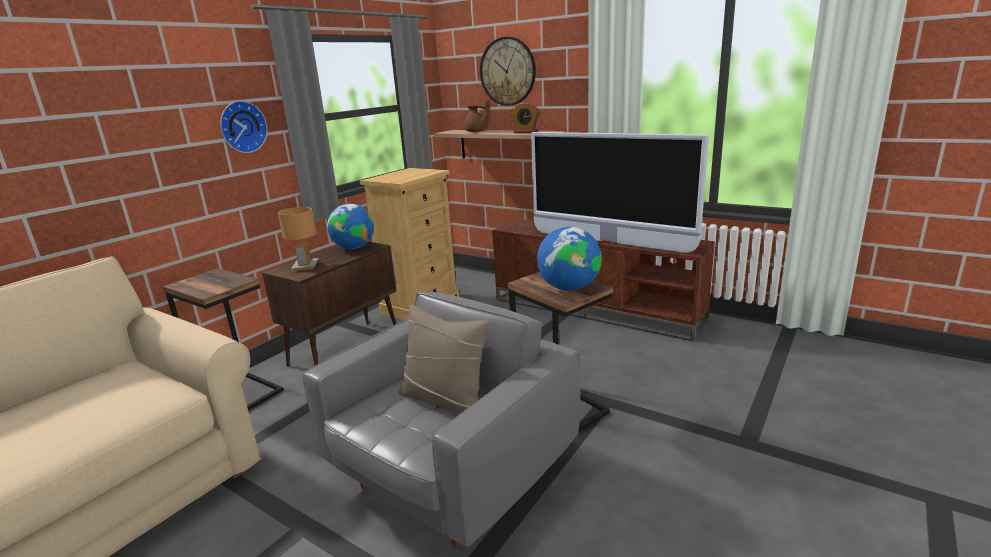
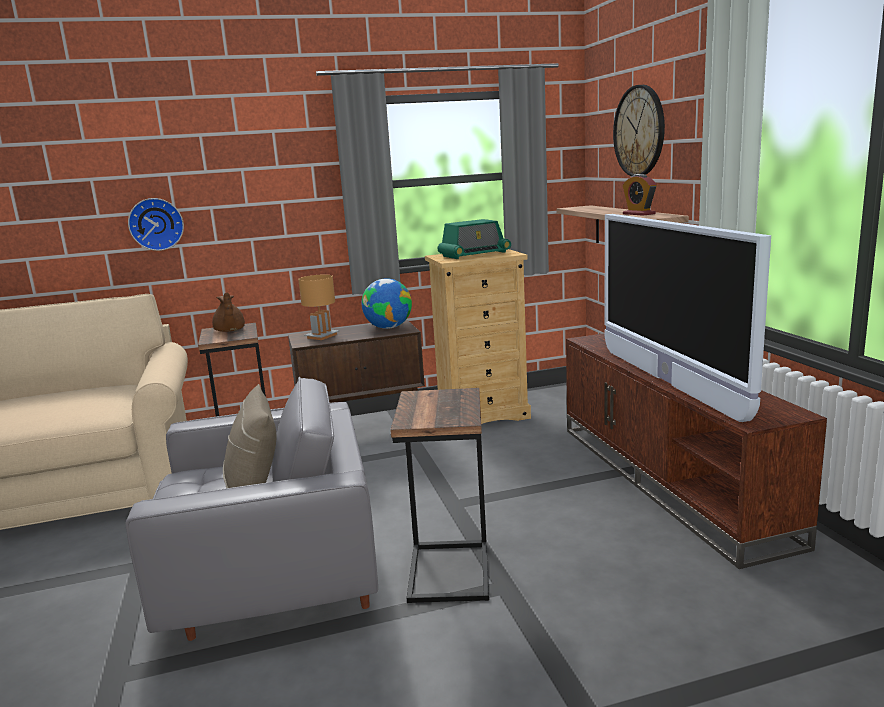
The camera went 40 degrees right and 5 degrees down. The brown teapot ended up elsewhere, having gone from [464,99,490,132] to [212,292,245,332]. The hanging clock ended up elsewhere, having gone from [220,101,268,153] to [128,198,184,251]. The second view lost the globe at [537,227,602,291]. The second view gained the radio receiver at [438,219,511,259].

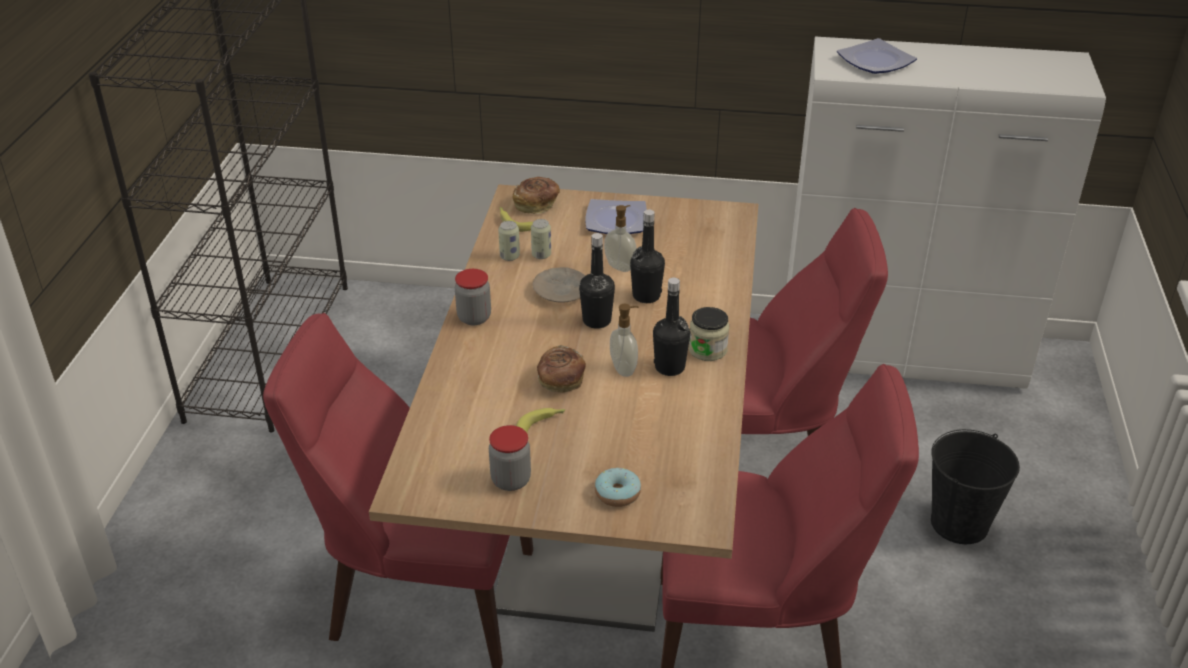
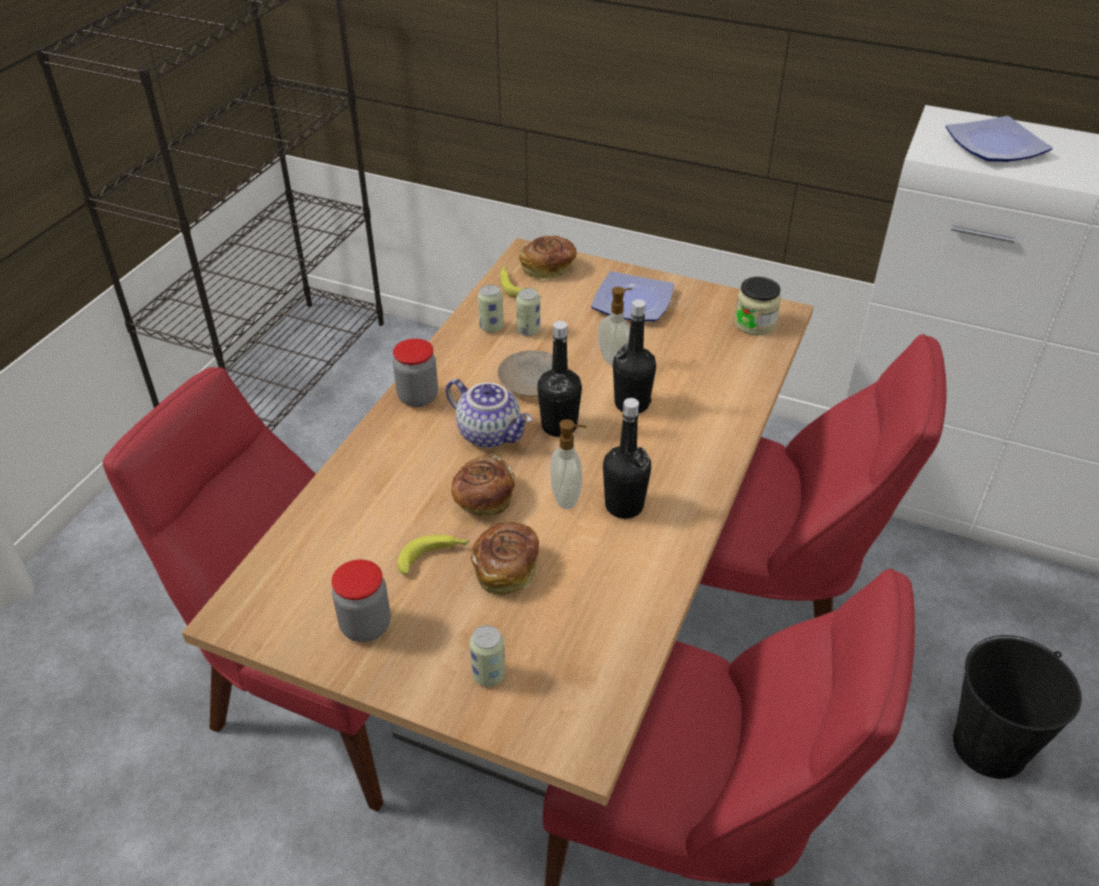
The camera went 15 degrees right and 5 degrees up. The preserve jar ended up elsewhere, having gone from [689,307,729,361] to [734,277,781,335]. Where the ring doughnut stood at [595,468,641,507], the sealed can came to stand at [470,625,505,687]. The second view gained the teapot at [446,379,532,448]. The second view gained the bakery bread at [471,522,539,595].

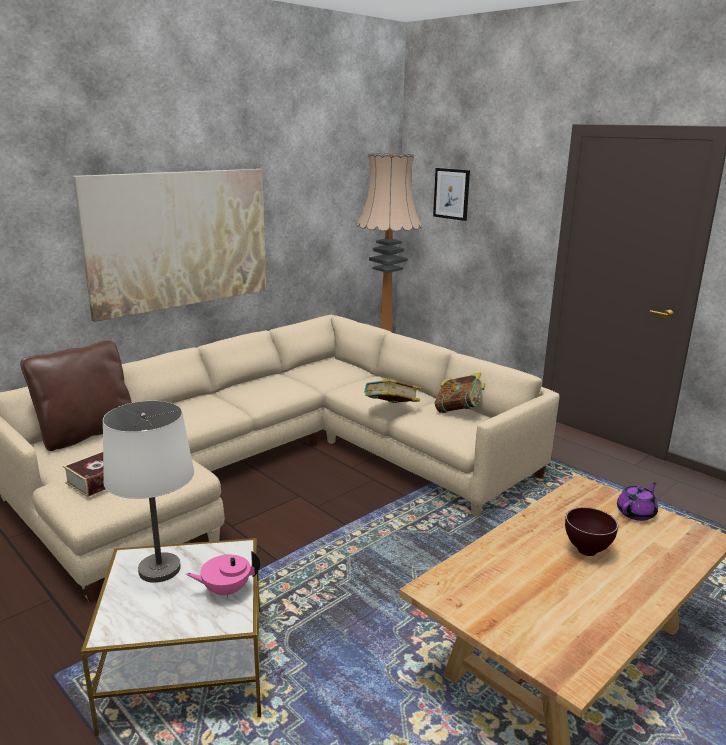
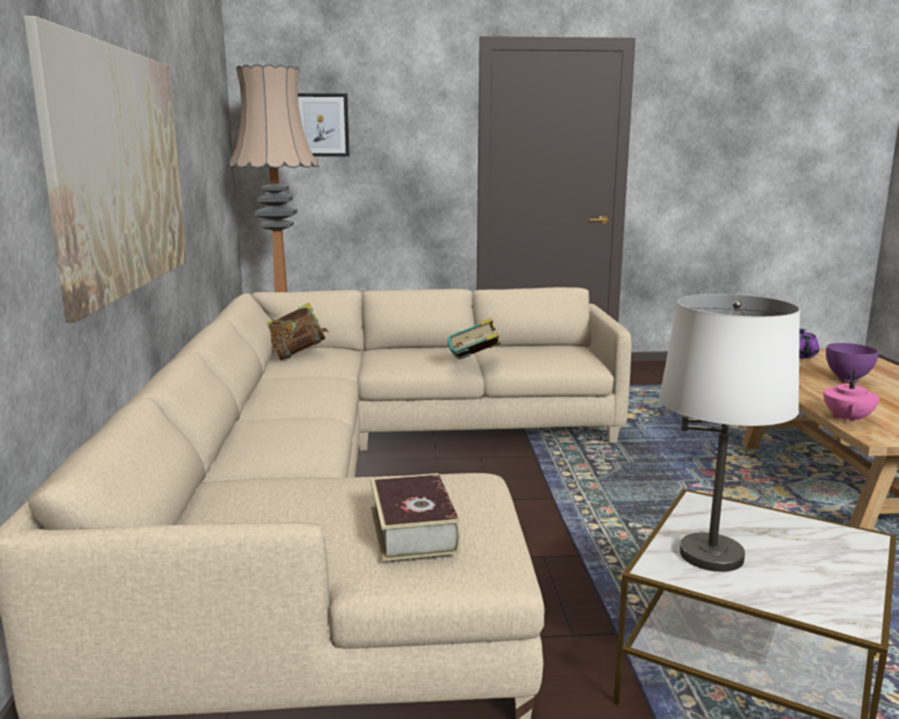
The camera went 50 degrees left and 5 degrees down. The second view lost the brown throw pillow at [20,341,132,451]. The bound book ended up elsewhere, having gone from [435,373,485,413] to [266,303,329,361]. What was the brown serving bowl at [565,507,618,556] turned into the purple-coloured serving bowl at [826,343,879,383]. The pink teapot ended up elsewhere, having gone from [186,551,260,598] to [823,371,880,423].

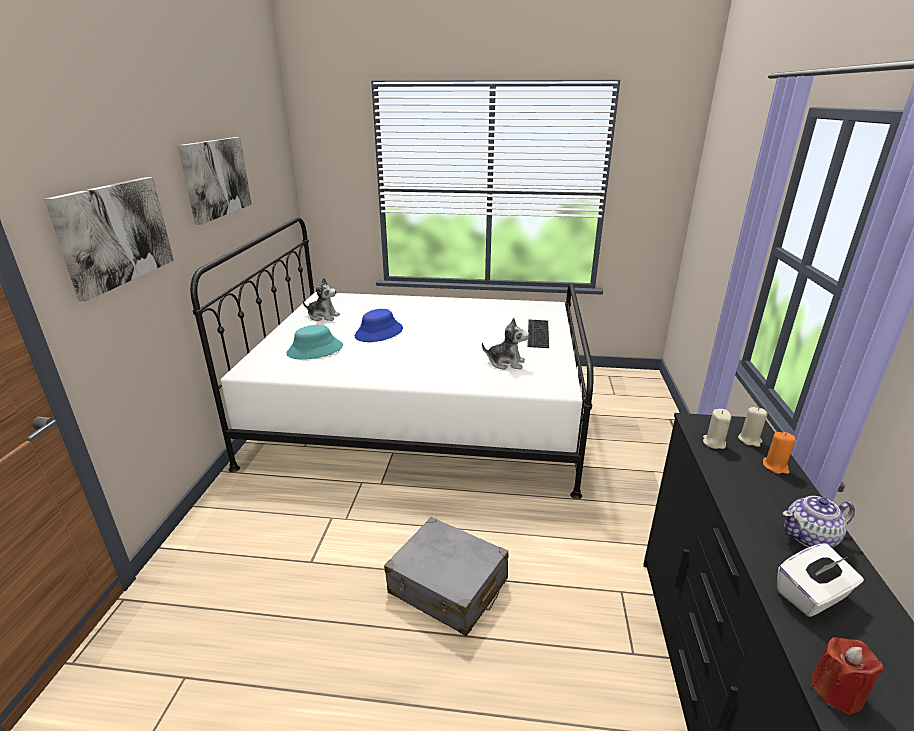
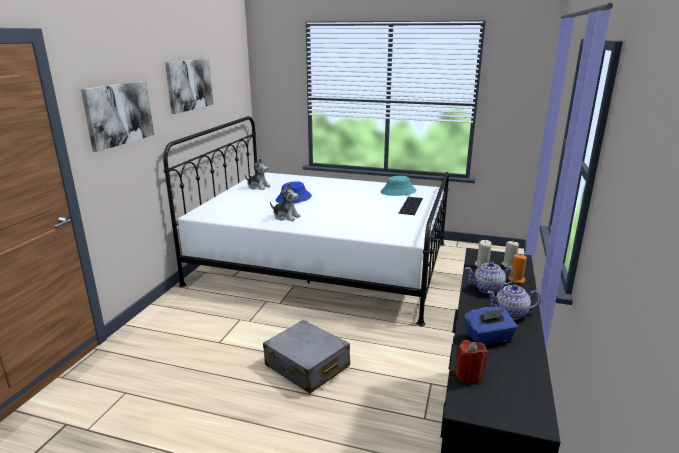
The camera went 10 degrees right and 5 degrees down. The plush toy ended up elsewhere, having gone from [482,318,529,370] to [270,184,300,221]. The turquoise clothing hat ended up elsewhere, having gone from [286,325,343,360] to [380,176,416,196]. What was the whitish tissue box at [777,543,864,617] turned into the blue tissue box at [464,307,518,345]. The second view gained the teapot at [465,262,516,294].

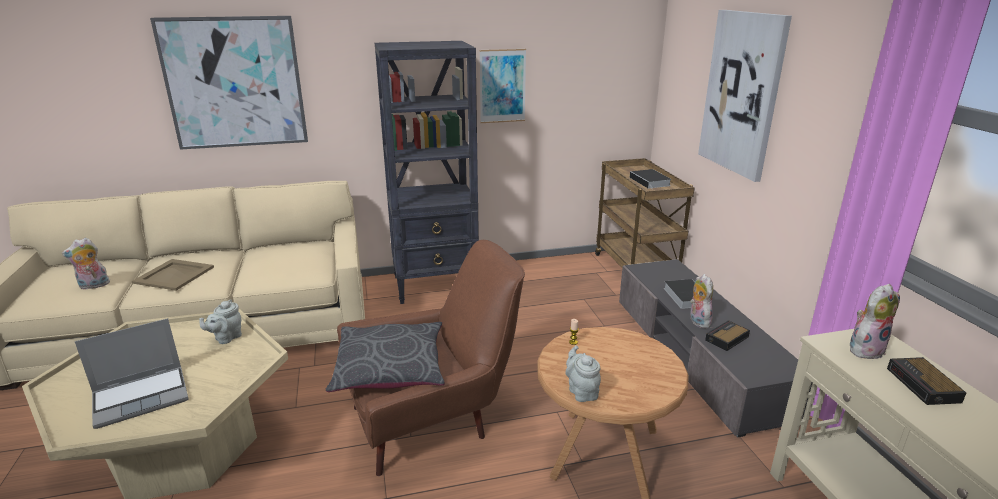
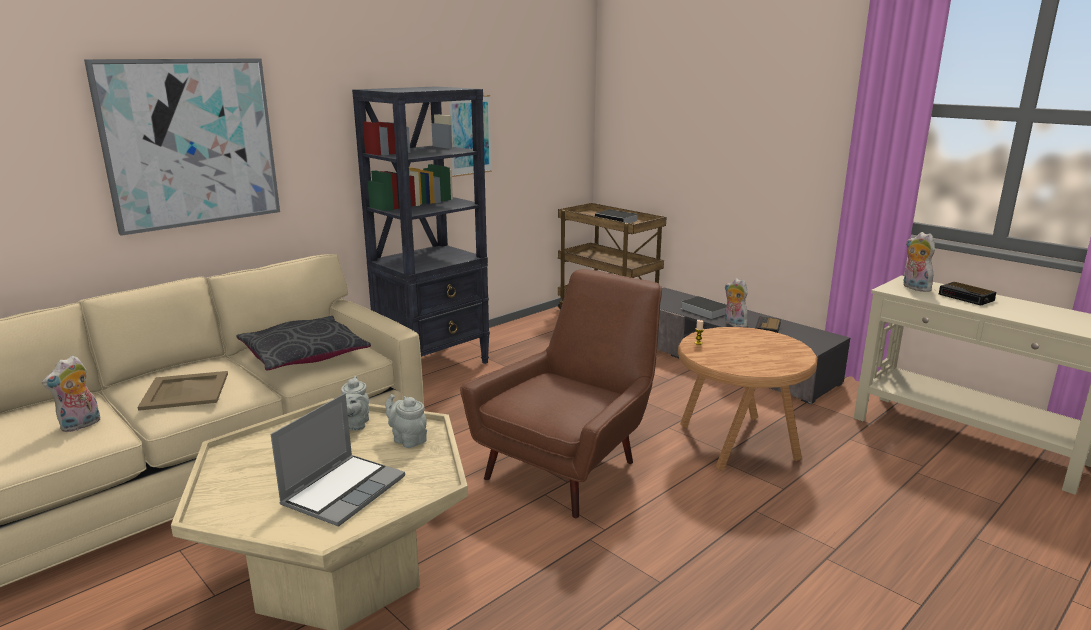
The camera went 30 degrees left and 5 degrees down. The second view lost the picture at [698,10,792,182]. The plush toy at [850,284,900,359] ended up facing another way, 60 degrees counterclockwise from before. The greyish throw pillow ended up elsewhere, having gone from [326,322,445,392] to [236,316,371,371]. The greyish teapot ended up elsewhere, having gone from [565,345,601,402] to [385,394,427,448].

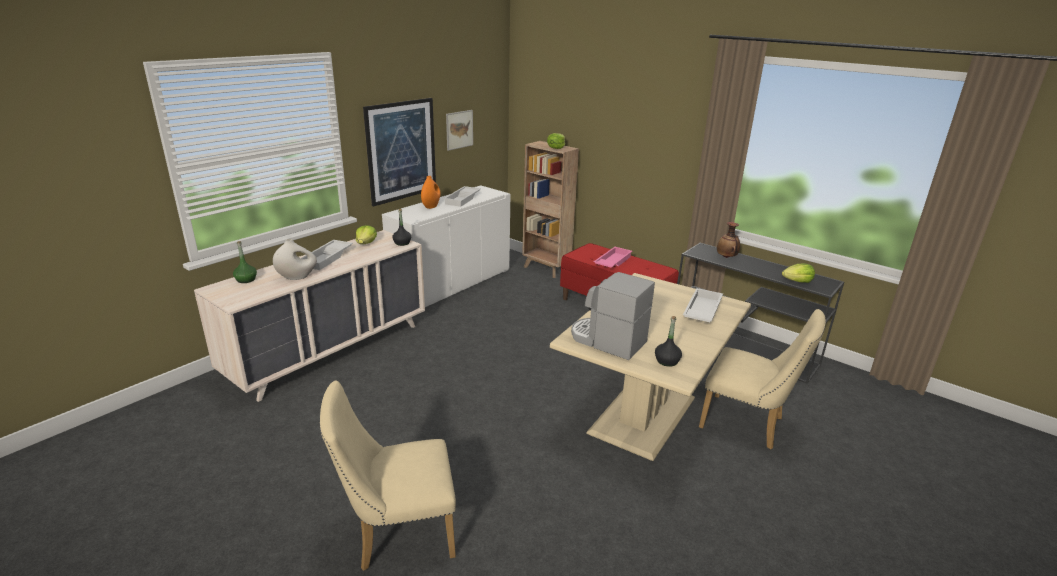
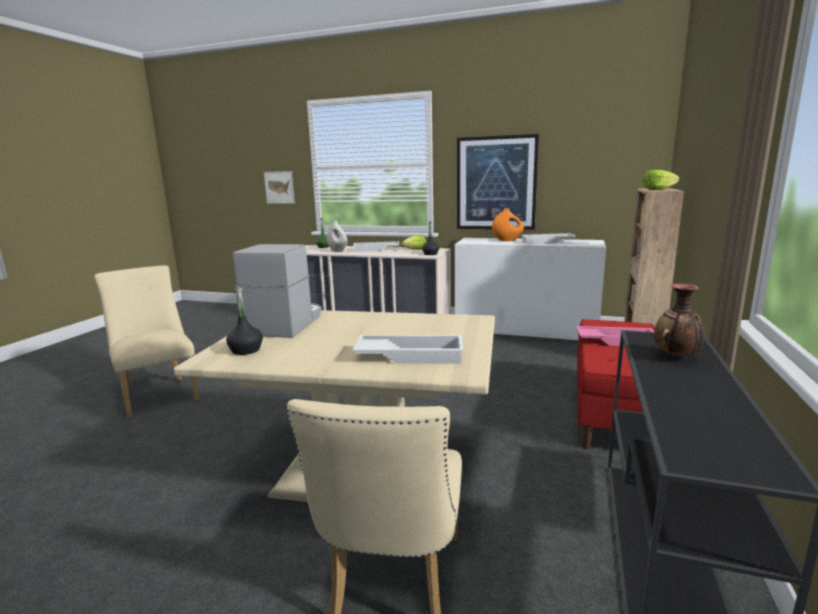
The camera went 70 degrees right and 10 degrees down. The picture ended up elsewhere, having gone from [446,110,473,151] to [264,171,295,204]. The second view lost the lettuce head at [782,263,815,283].

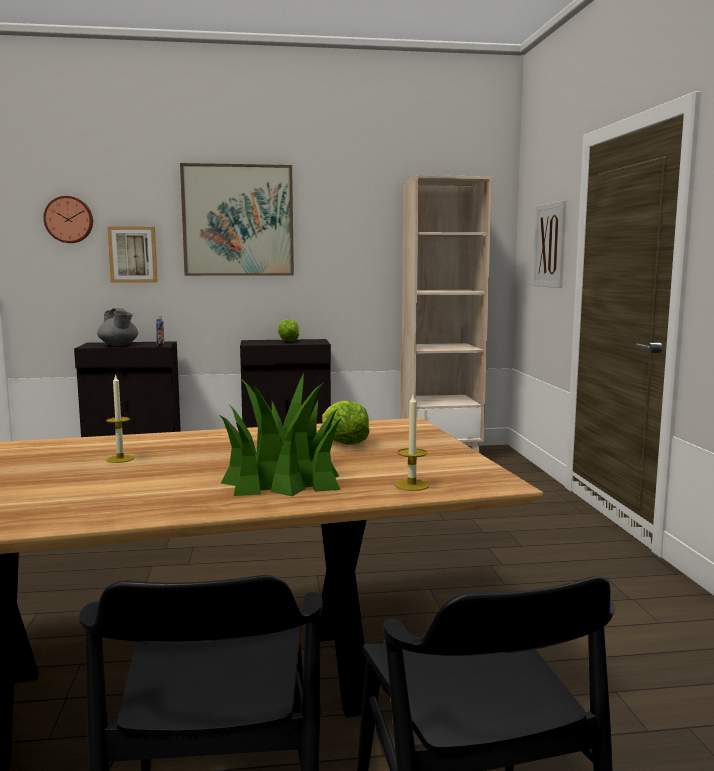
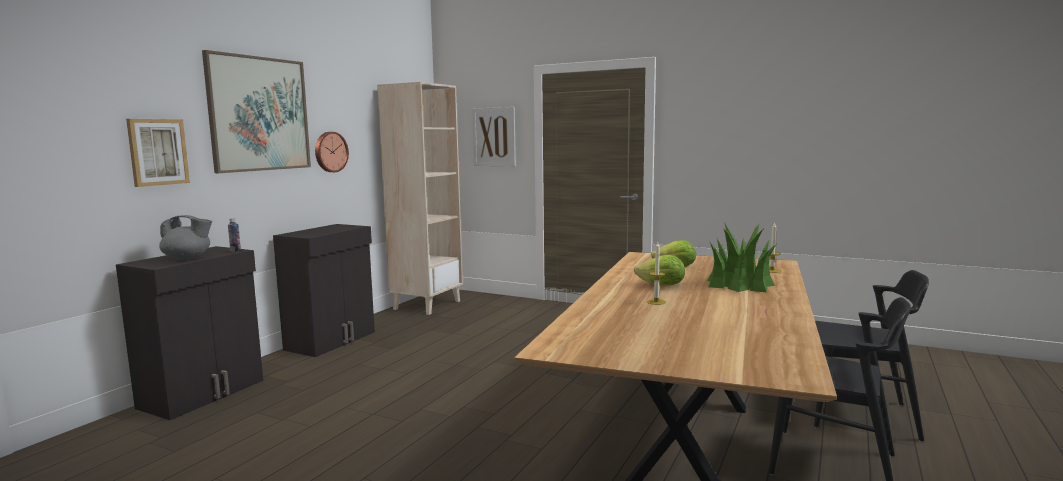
The camera went 55 degrees left and 0 degrees up. The hanging clock ended up elsewhere, having gone from [43,196,93,243] to [315,132,349,172]. The lettuce head ended up elsewhere, having gone from [278,319,299,341] to [634,255,685,285].

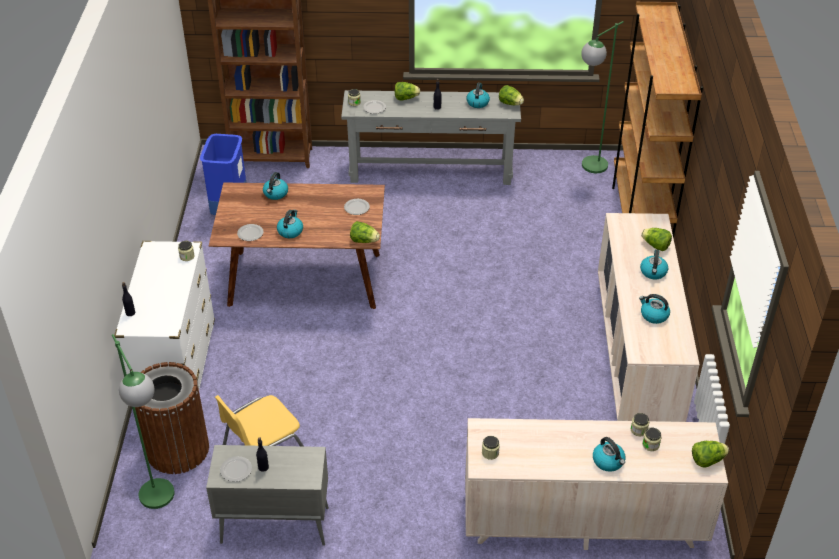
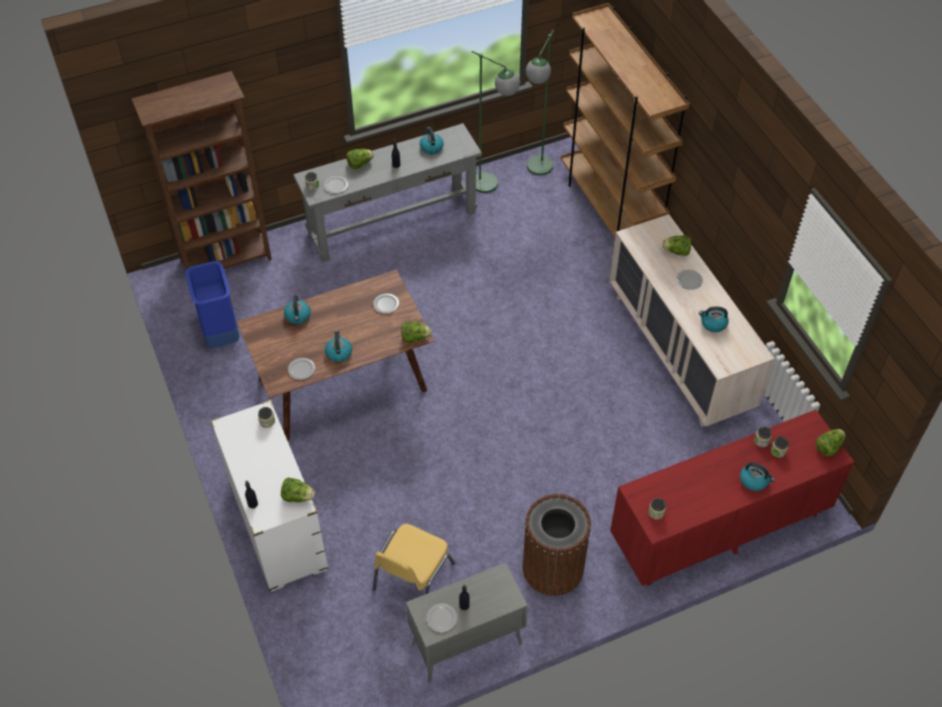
The camera went 25 degrees left and 10 degrees up. The lettuce head ended up elsewhere, having gone from [499,85,524,105] to [281,477,315,502]. Where the tea kettle stood at [640,249,668,280], the flat dish came to stand at [677,270,703,290]. The green floor lamp ended up elsewhere, having gone from [112,334,175,509] to [472,51,520,193]. The brown waste bin ended up elsewhere, having gone from [135,362,209,474] to [523,494,591,596]. What was the beige chest of drawers at [465,418,728,550] turned into the red-coloured chest of drawers at [610,410,854,586].

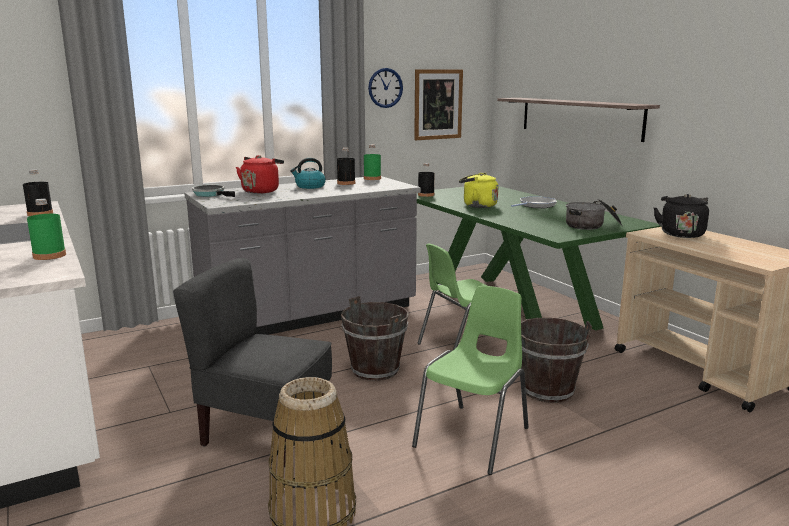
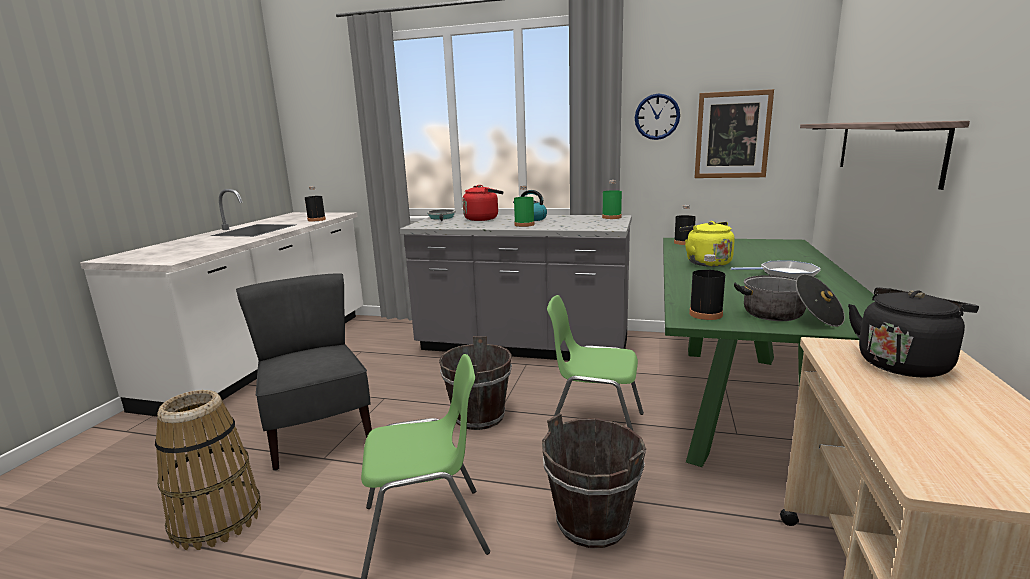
The camera went 45 degrees right and 0 degrees up. The black-coloured bottle ended up elsewhere, having gone from [337,148,355,185] to [689,254,725,320]. The green bottle ended up elsewhere, having gone from [27,199,66,260] to [514,186,535,227].

